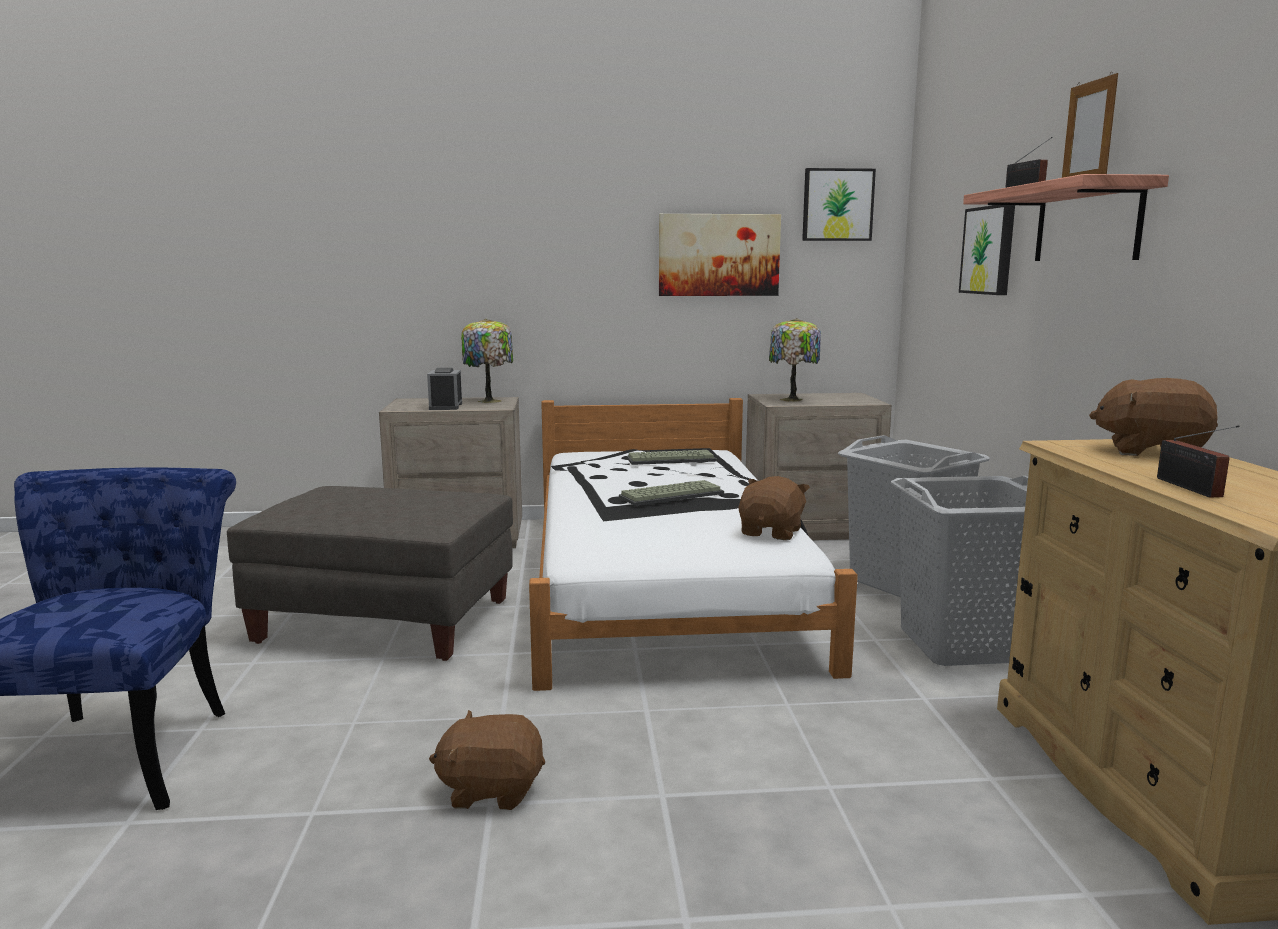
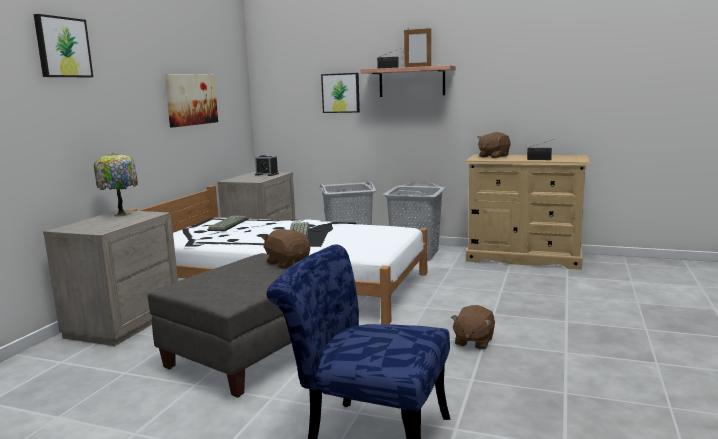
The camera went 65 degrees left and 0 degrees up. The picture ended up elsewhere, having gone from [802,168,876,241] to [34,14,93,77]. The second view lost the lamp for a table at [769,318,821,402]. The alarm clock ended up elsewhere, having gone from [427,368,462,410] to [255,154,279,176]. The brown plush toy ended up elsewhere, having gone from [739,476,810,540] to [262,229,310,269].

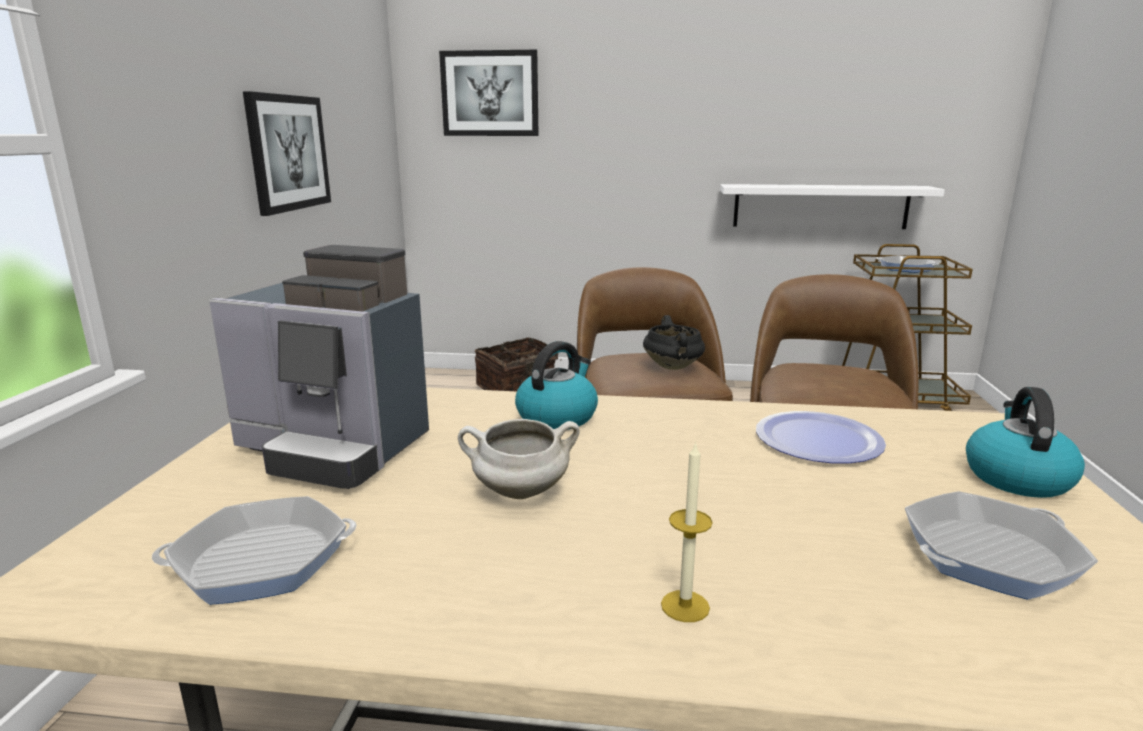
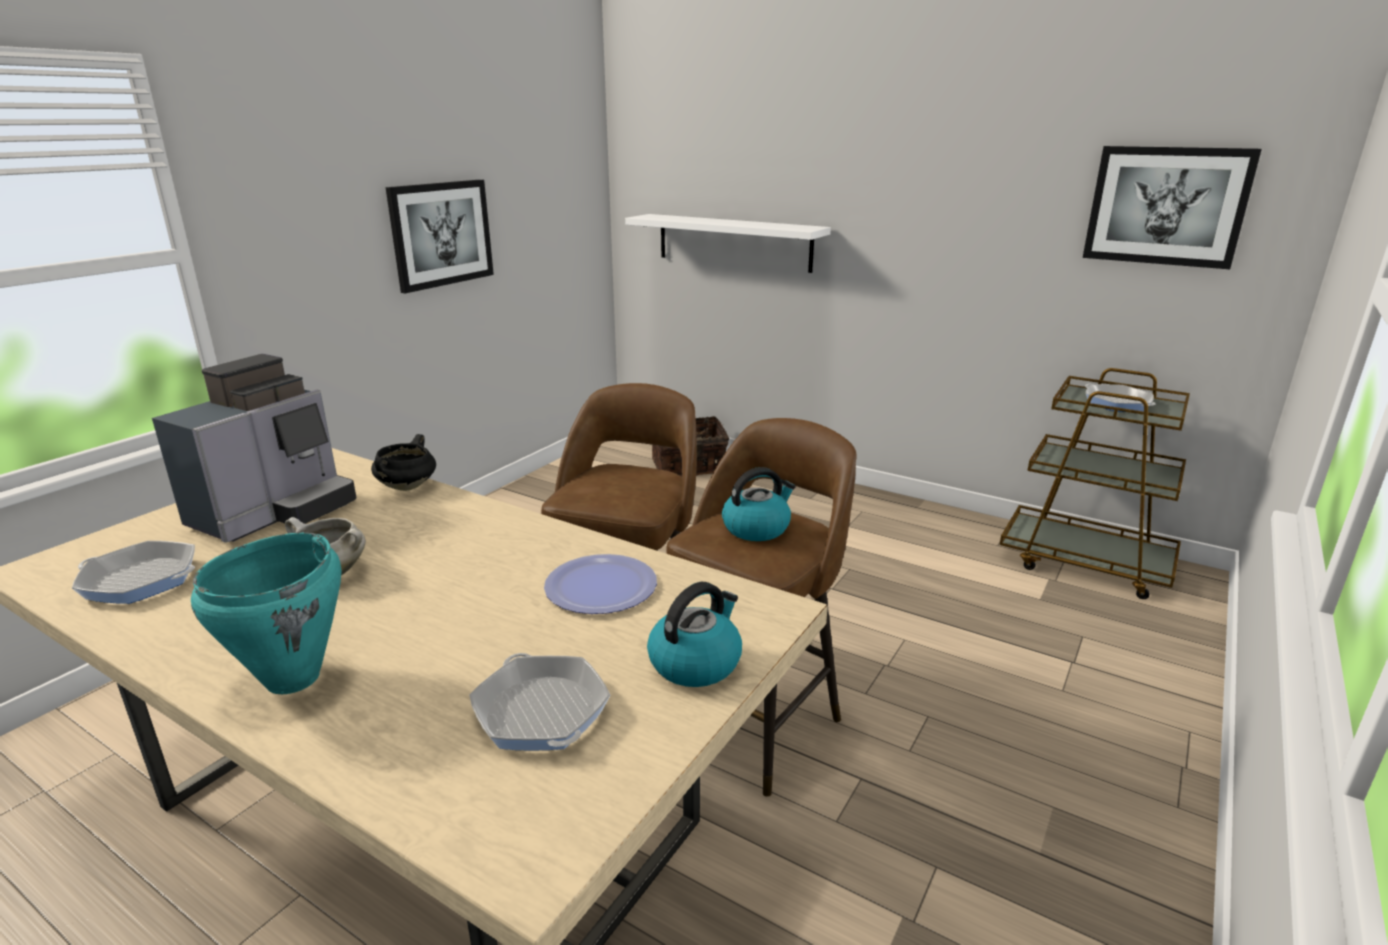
The camera went 25 degrees right and 5 degrees up. The picture ended up elsewhere, having gone from [439,50,539,136] to [1083,146,1262,269]. The whitish wall shelf ended up elsewhere, having gone from [720,184,945,229] to [625,214,831,273]. The coffee machine at [209,245,429,489] ended up facing another way, 105 degrees counterclockwise from before. The black-coloured saucepot ended up elsewhere, having gone from [643,315,705,370] to [371,434,436,491]. The tea kettle ended up elsewhere, having gone from [515,341,598,429] to [722,467,795,541]. Where the wax candle stood at [661,441,713,622], the turquoise saucepot came to stand at [191,532,341,694]. The pan at [905,491,1098,600] ended up facing another way, 120 degrees counterclockwise from before.

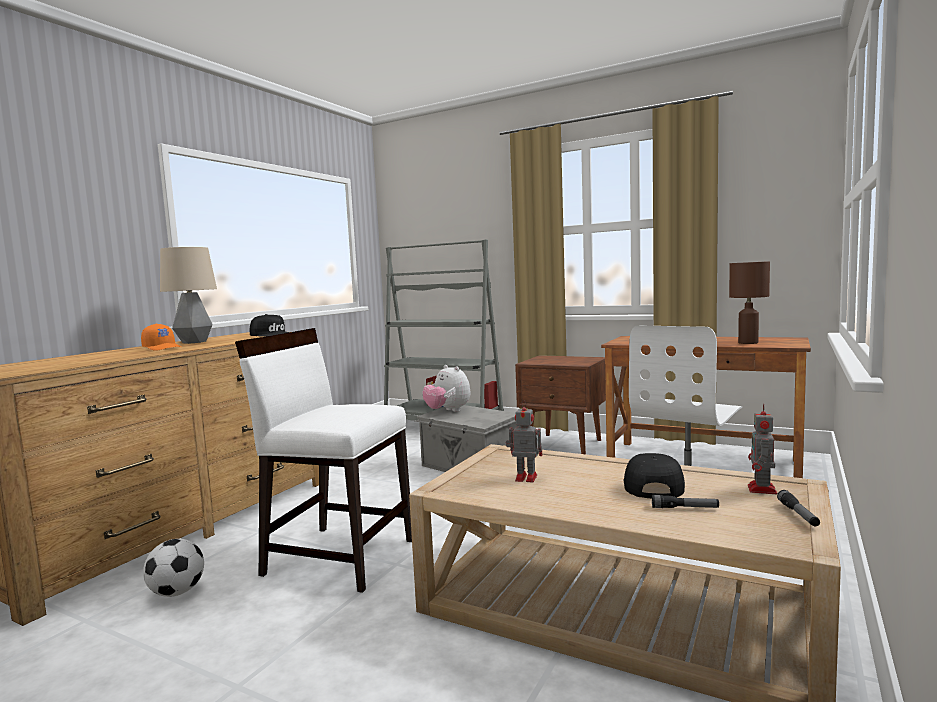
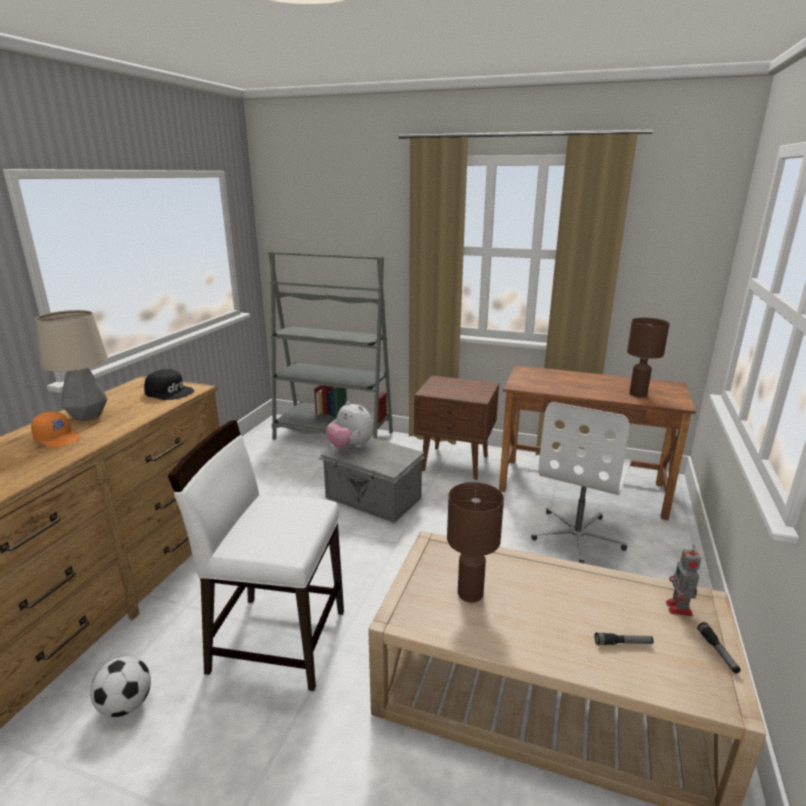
The camera went 10 degrees left and 15 degrees up. Where the toy robot stood at [506,401,542,483], the brown lamp for a table came to stand at [447,482,504,602]. The second view lost the black-coloured baseball cap at [624,453,685,499].

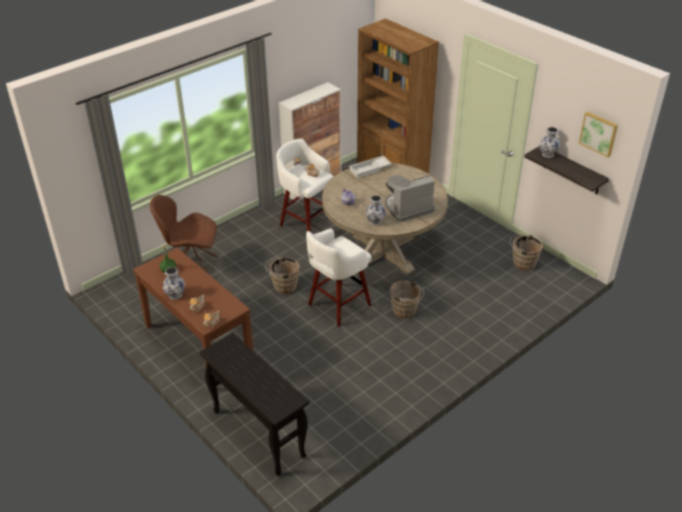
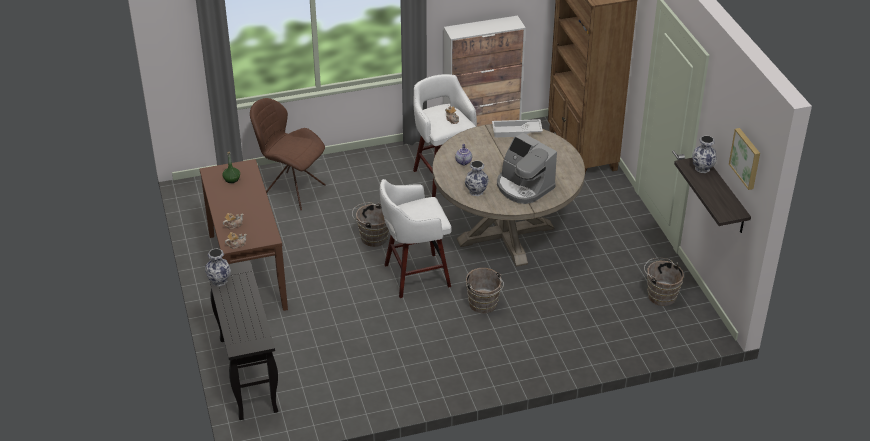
The camera went 25 degrees right and 0 degrees up. The coffee machine at [385,175,435,222] ended up facing another way, 135 degrees counterclockwise from before. The flower vase ended up elsewhere, having gone from [163,267,185,300] to [205,248,231,287].

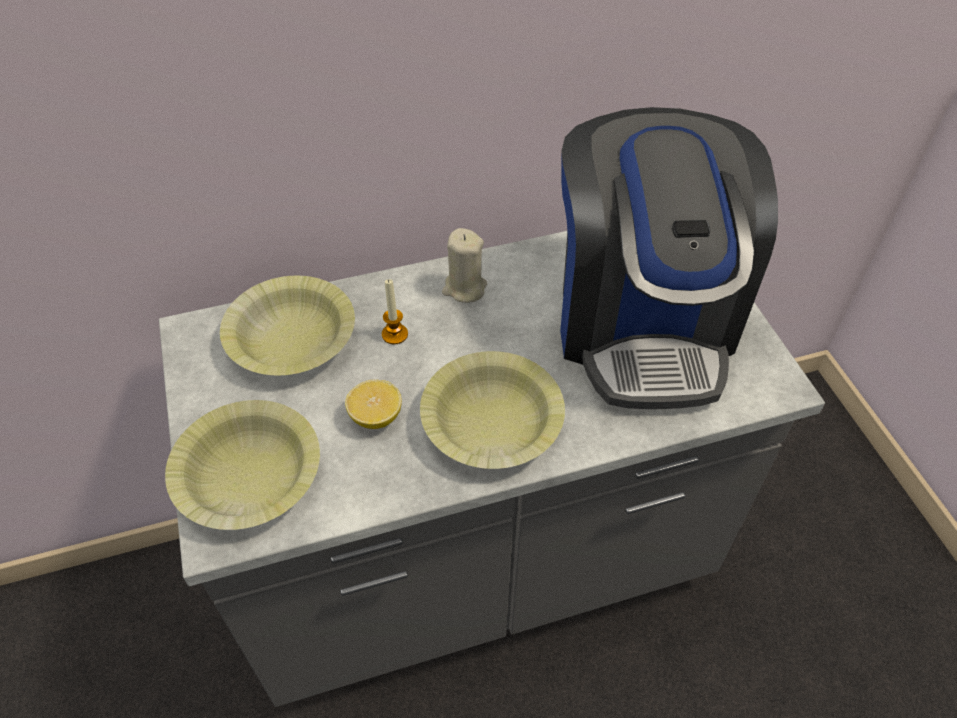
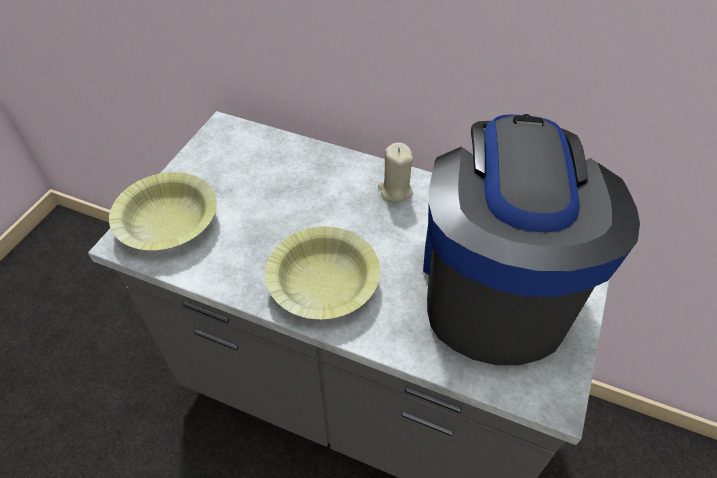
The camera went 40 degrees right and 0 degrees up. The coffee machine at [560,107,778,409] ended up facing another way, 150 degrees clockwise from before. The second view lost the yellowish serving bowl at [220,276,355,375]. The second view lost the wax candle at [382,279,408,345]. The second view lost the whole lemon at [345,379,402,429].

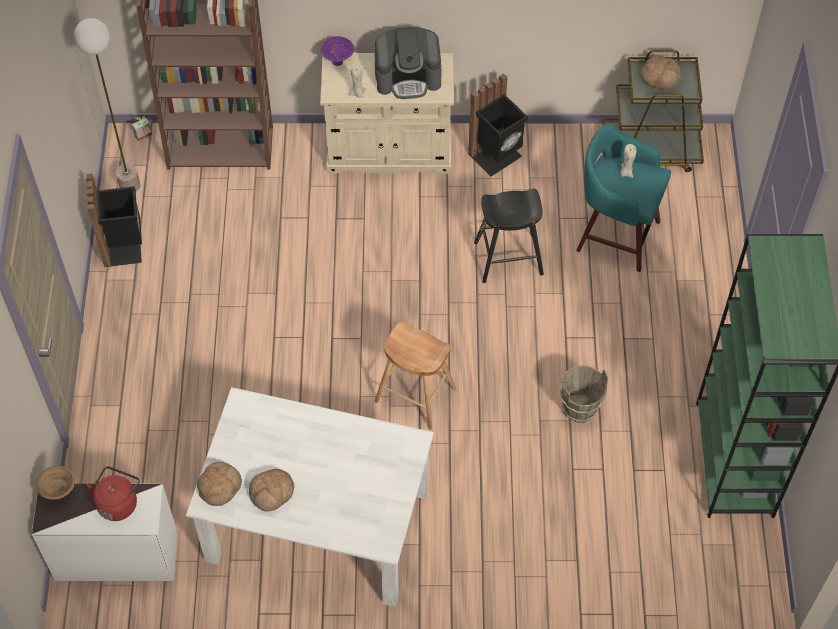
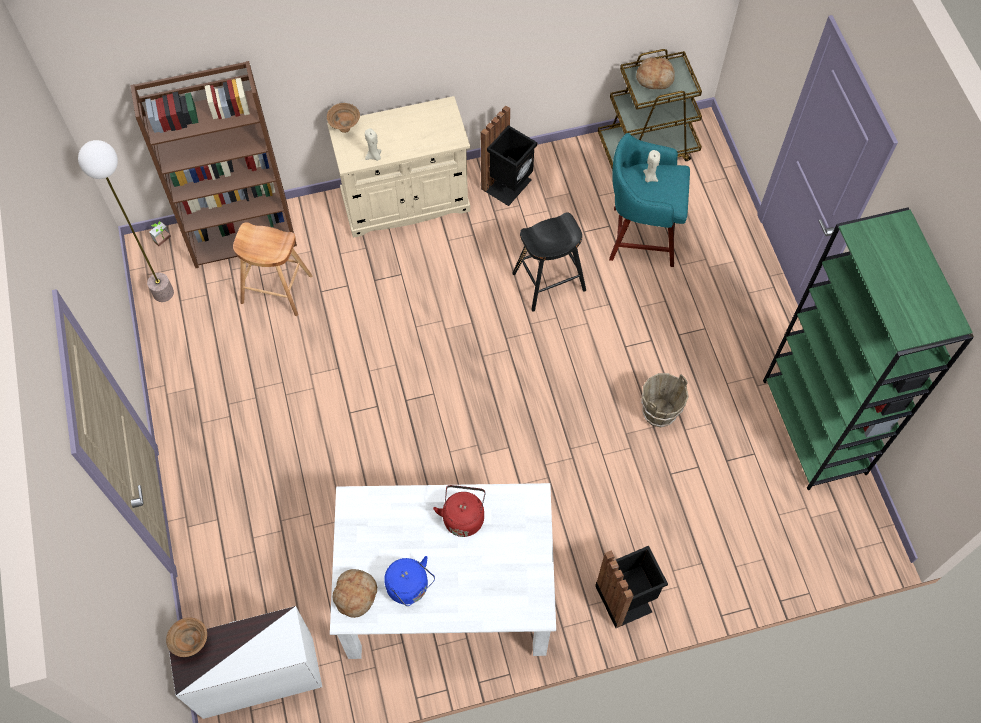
The camera went 15 degrees left and 5 degrees up. The second view lost the coffee machine at [374,27,442,99]. What was the purple-coloured serving bowl at [321,36,354,66] turned into the brown serving bowl at [327,103,360,133]. The black-coloured waste bin ended up elsewhere, having gone from [86,173,142,267] to [595,546,668,628]. The brown stool ended up elsewhere, having gone from [375,322,456,429] to [233,222,312,316]. The red-coloured tea kettle ended up elsewhere, having gone from [86,466,140,521] to [433,485,486,537]. Where the bakery bread stood at [249,469,294,512], the blue tea kettle came to stand at [384,556,435,606].

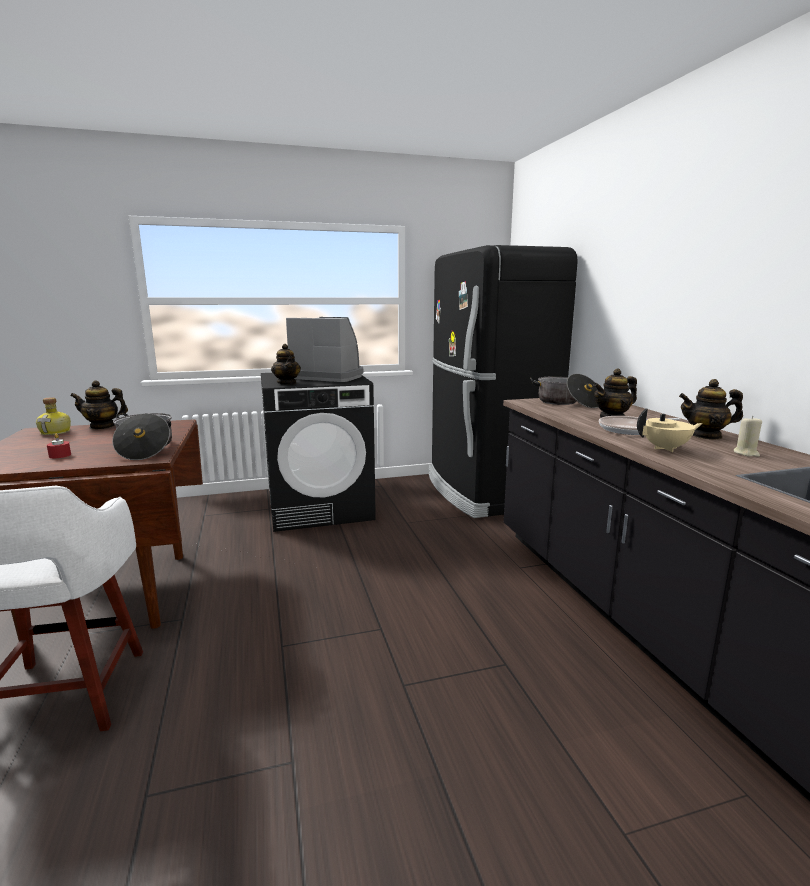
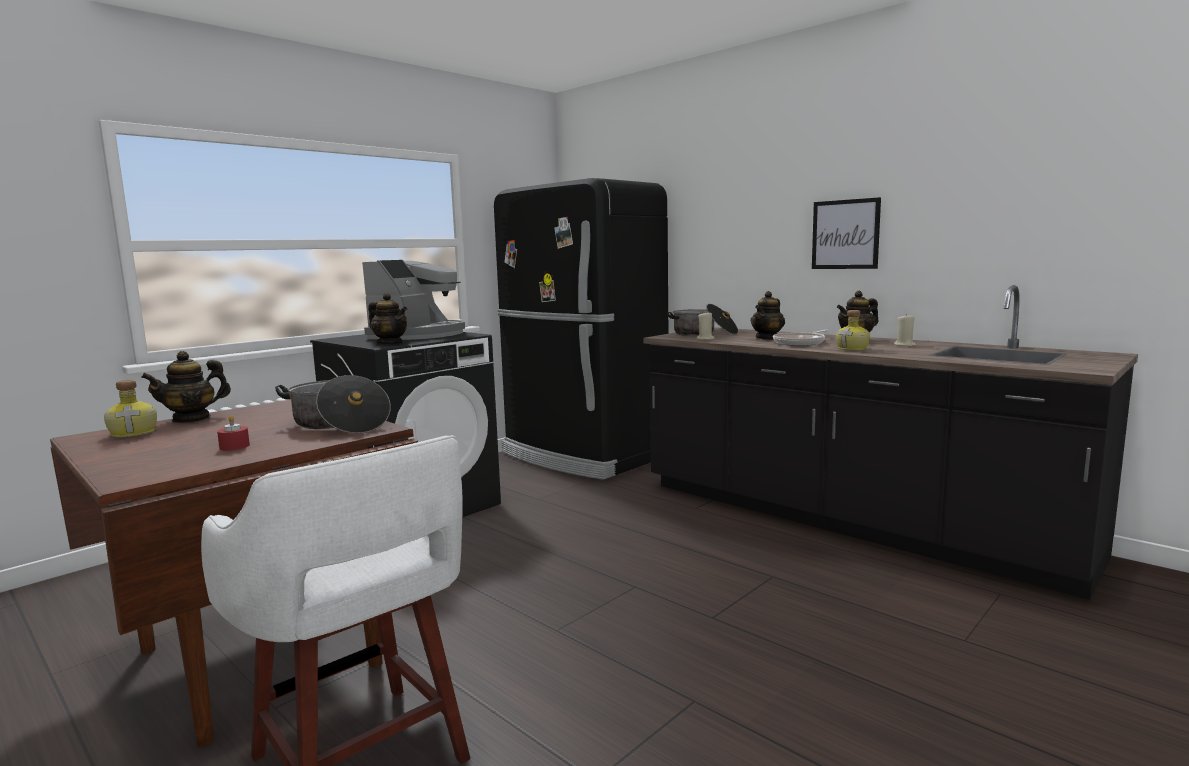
The camera went 30 degrees left and 5 degrees down. The coffee machine at [286,317,363,382] ended up facing another way, 120 degrees clockwise from before. Where the beige teapot stood at [637,408,703,452], the bottle came to stand at [836,310,870,350]. The second view gained the picture at [812,197,881,269]. The second view gained the beige wax candle at [697,311,715,340].

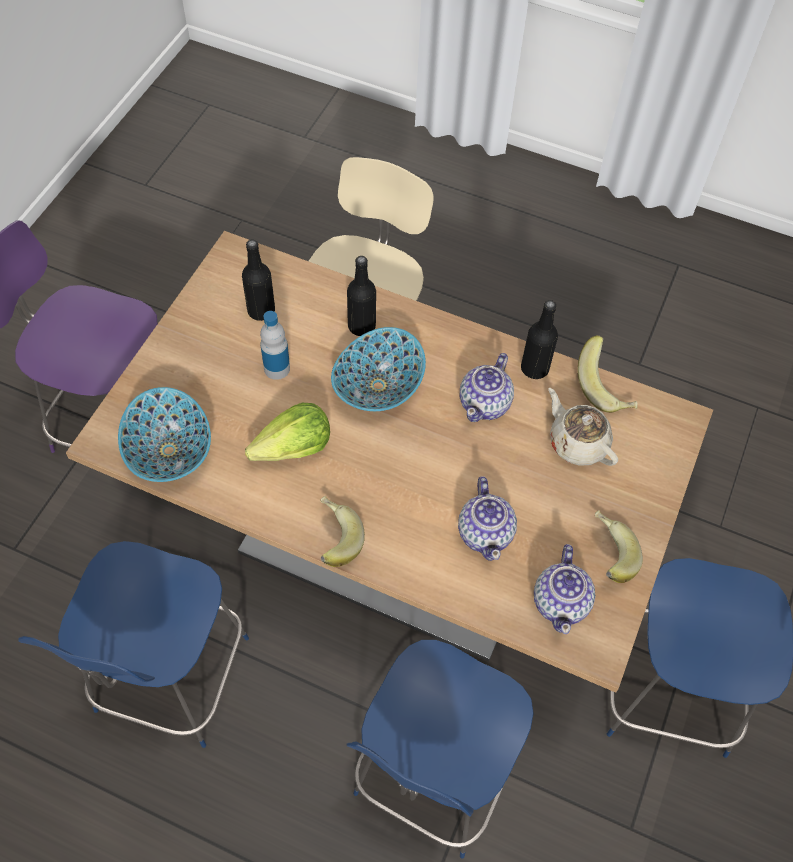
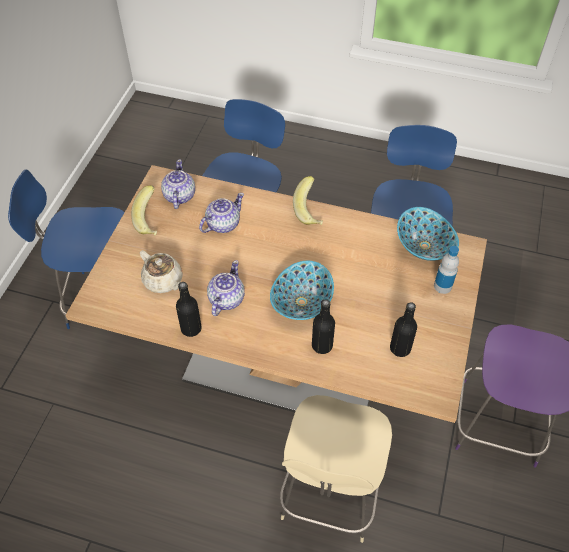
The camera went 175 degrees right and 5 degrees down. The bottle ended up elsewhere, having gone from [260,311,290,380] to [434,246,459,294]. The second view lost the banana fruit at [578,335,638,413]. The second view lost the lettuce head at [245,403,330,461]. The teapot at [458,476,517,561] ended up facing another way, 60 degrees clockwise from before.

